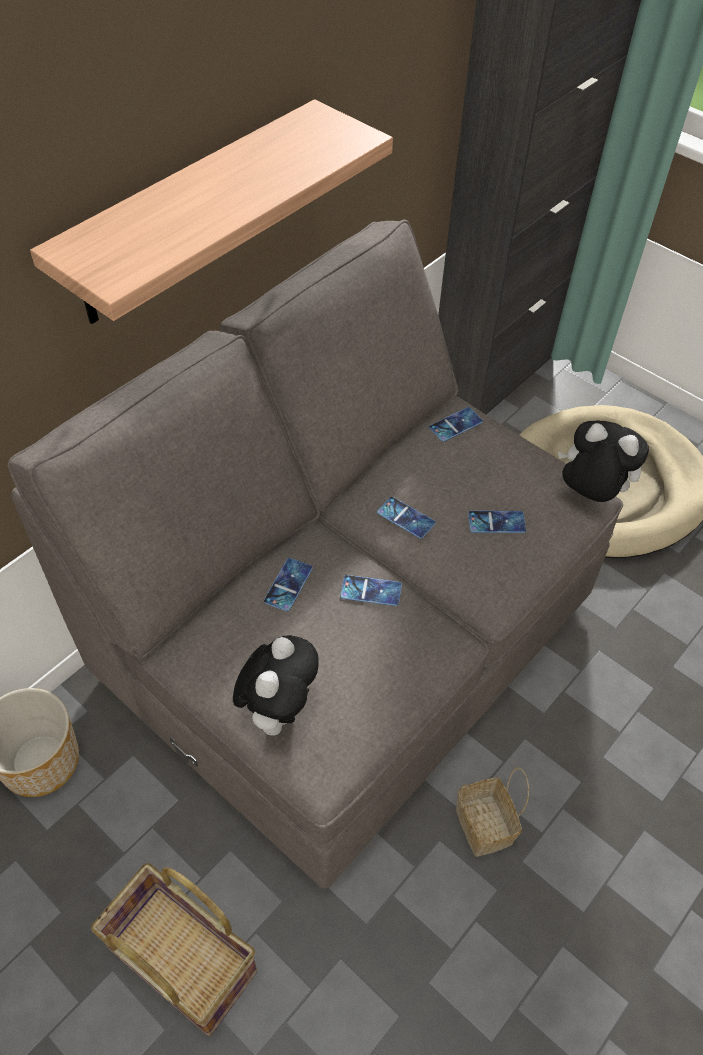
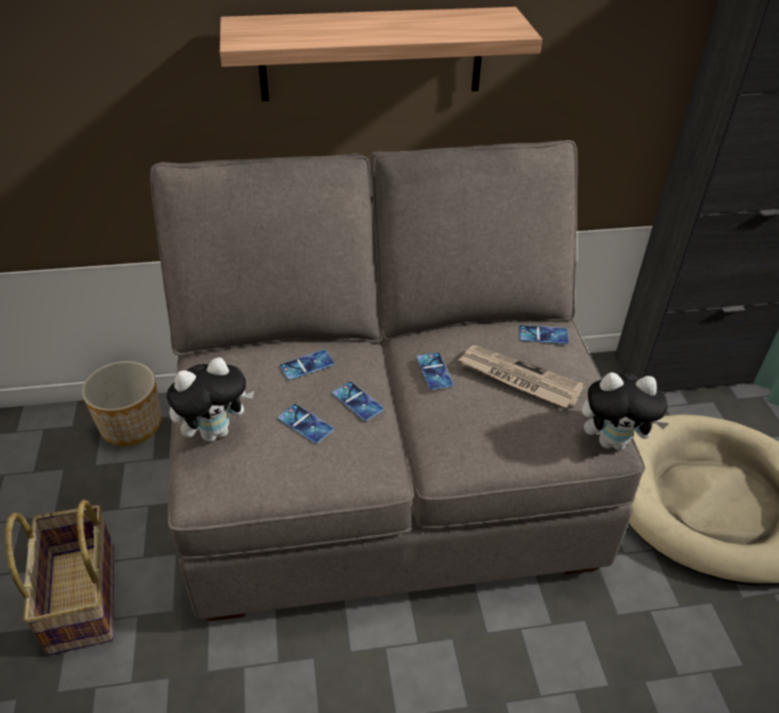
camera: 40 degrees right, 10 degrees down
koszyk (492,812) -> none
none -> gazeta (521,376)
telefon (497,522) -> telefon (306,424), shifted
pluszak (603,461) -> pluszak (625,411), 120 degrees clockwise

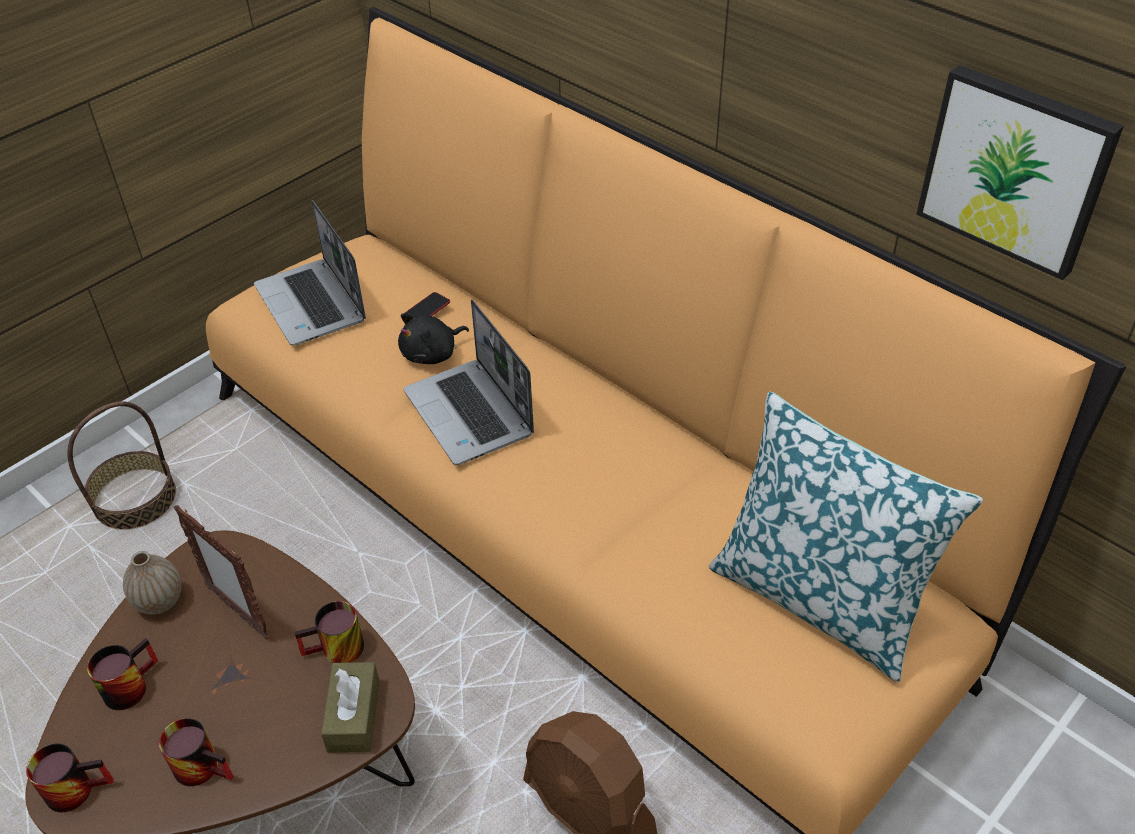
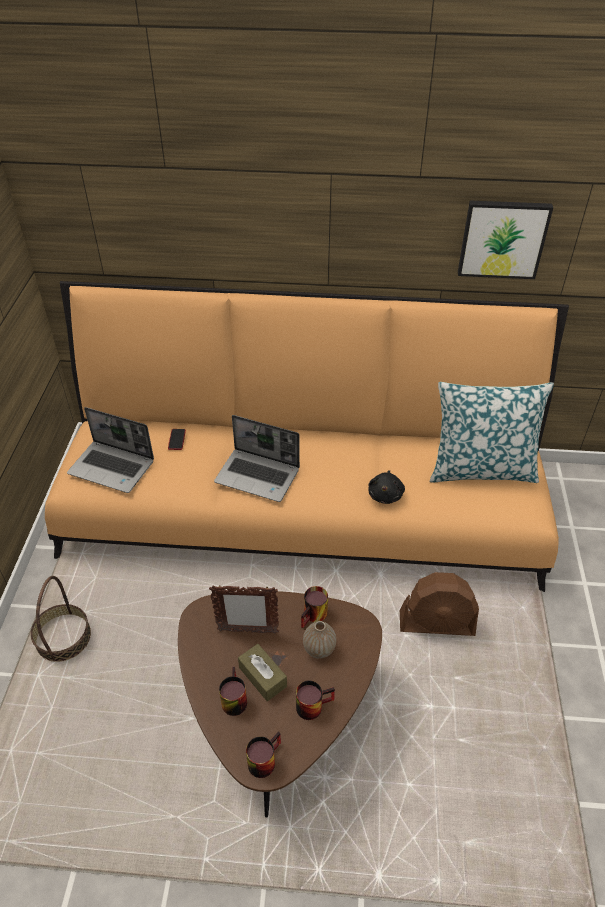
camera: 40 degrees left, 0 degrees up
wazon (152,583) -> wazon (319,640), shifted
pudełko chusteczek [brązowy] (350,707) -> pudełko chusteczek [brązowy] (262,672), shifted
pluszak [czarny] (433,338) -> pluszak [czarny] (386,487), shifted

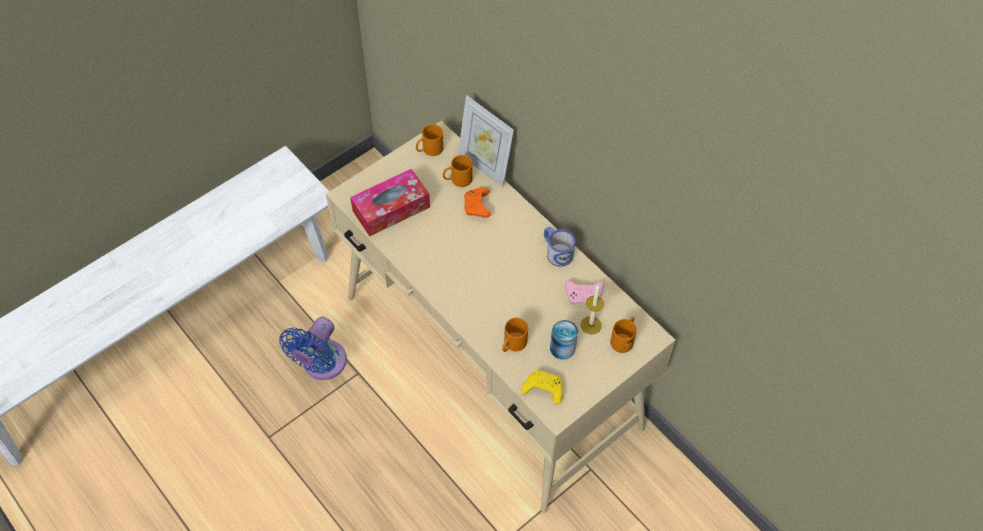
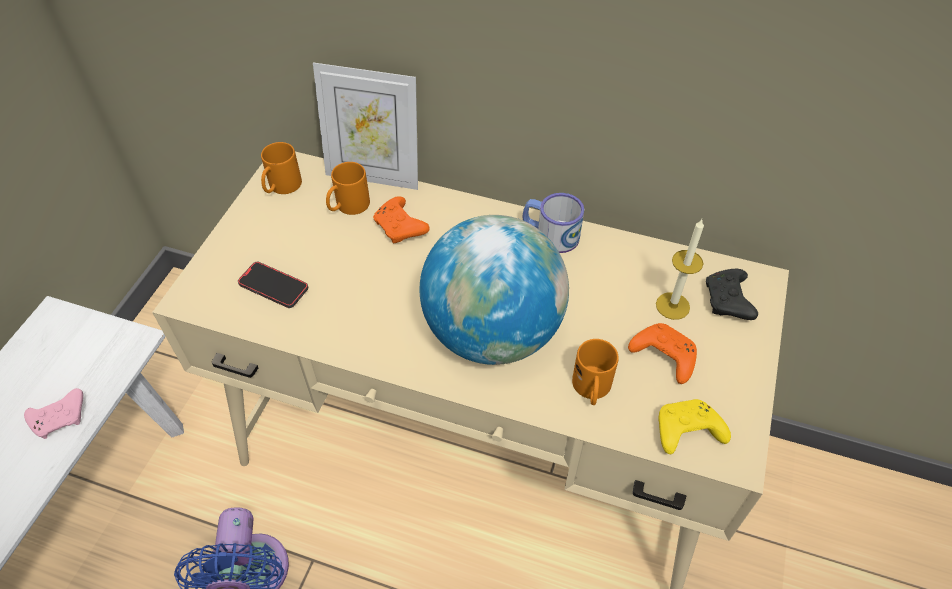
camera: 30 degrees left, 5 degrees down
none -> globus (494,290)
pad do gier [różowy] (584,292) -> pad do gier [różowy] (53,413), shifted
pudełko chusteczek (390,203) -> telefon (273,285)
puszka (564,339) -> pad do gier [pomarańczowy] (662,353)
kubek [pomarańczowy] (623,335) -> pad do gier [czarny] (732,294)

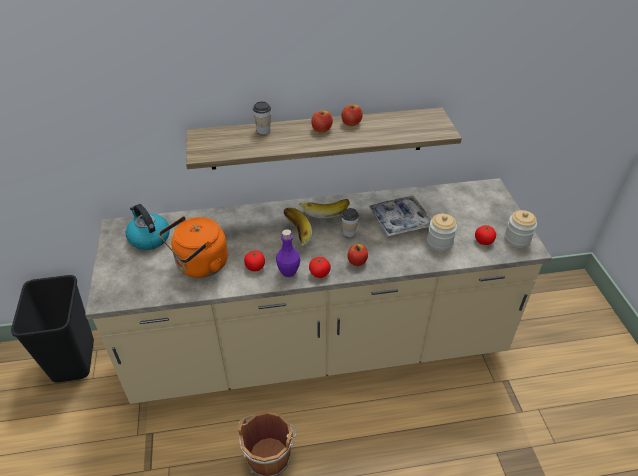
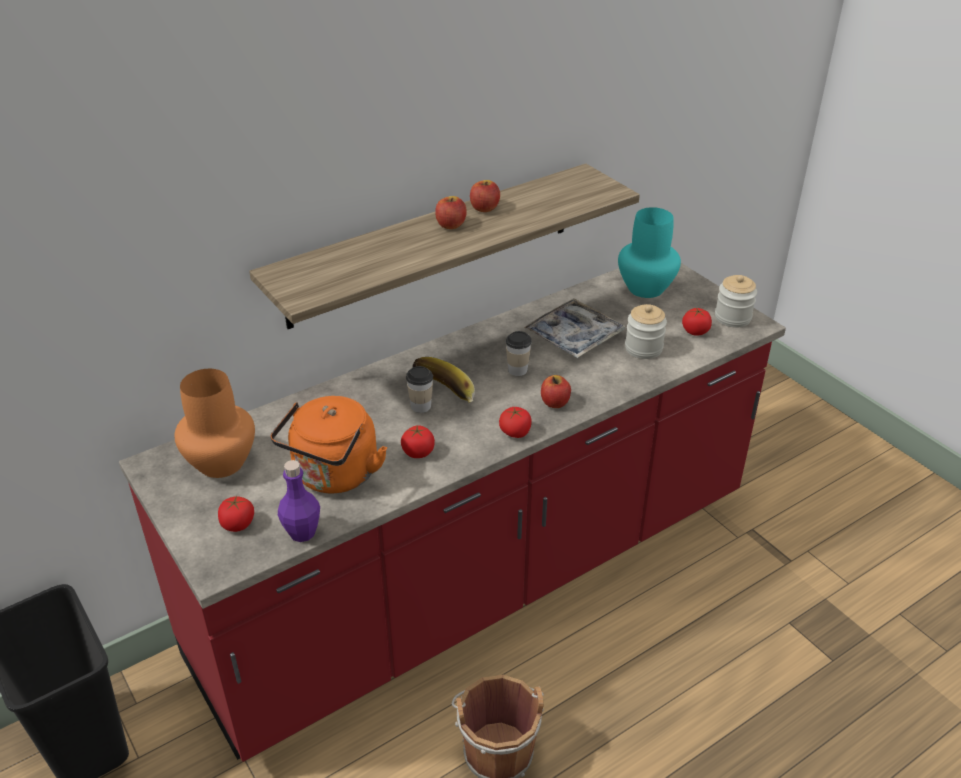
camera: 25 degrees left, 5 degrees down
banan (324,208) -> none
none -> pomidor (236,514)
none -> wazon [turkusowy] (649,252)
filiżanka (262,117) -> filiżanka (419,389), shifted
butelka [fioletowy] (288,253) -> butelka [fioletowy] (299,501), shifted
czajnik (148,227) -> wazon [pomarańczowy] (214,423)
zabudowa kuchenna [beżowy] (318,291) -> zabudowa kuchenna [czerwony] (452,512)

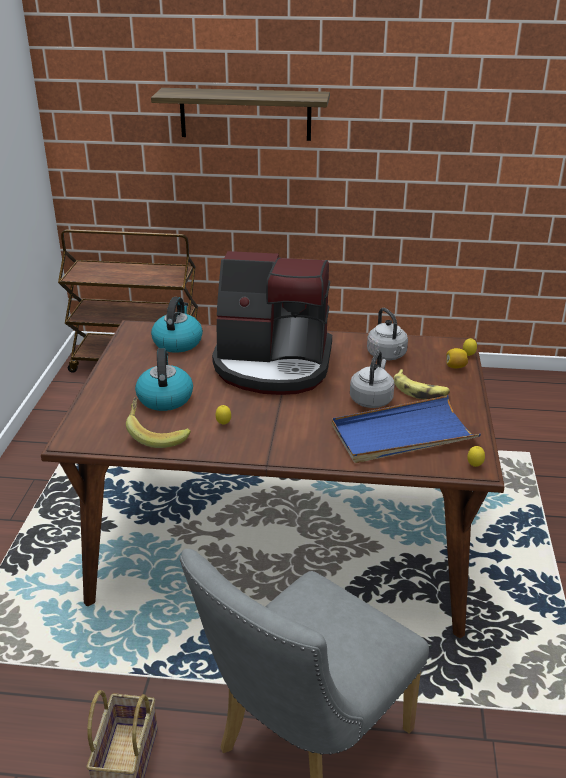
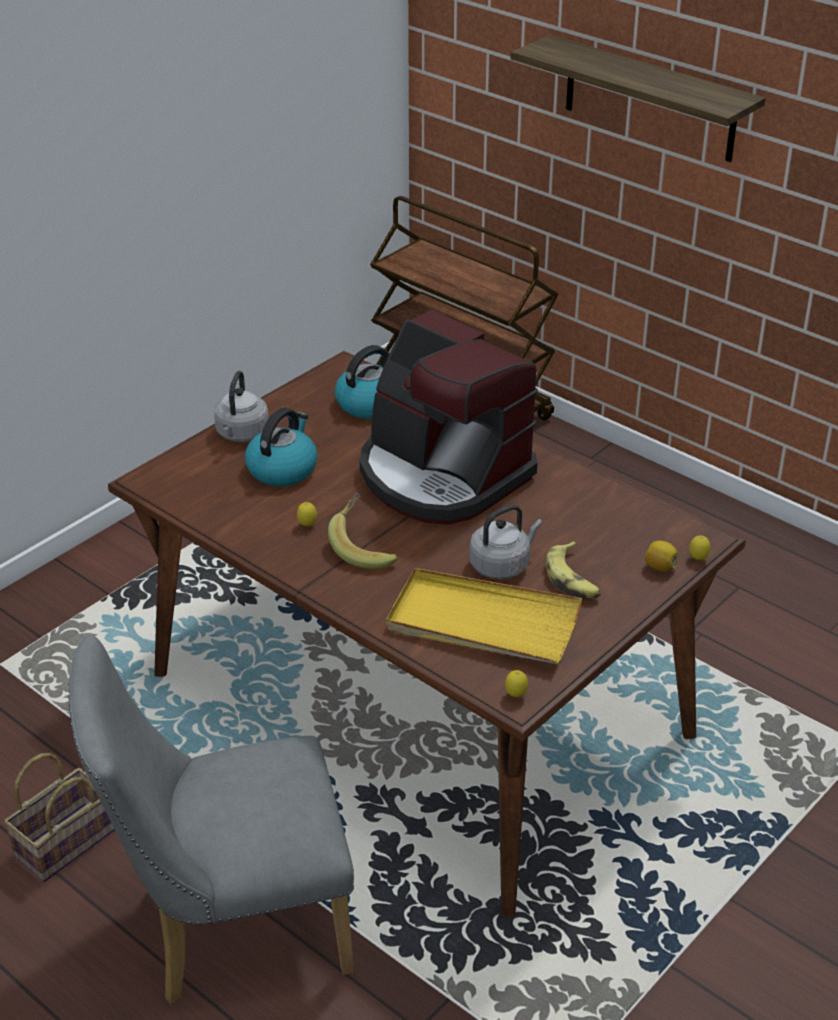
camera: 35 degrees right, 5 degrees up
banan (158,422) -> banan (363,531), shifted
czajnik [szary] (387,334) -> czajnik [szary] (241,406), shifted
taca [niebieski] (406,429) -> taca [żółty] (484,616)

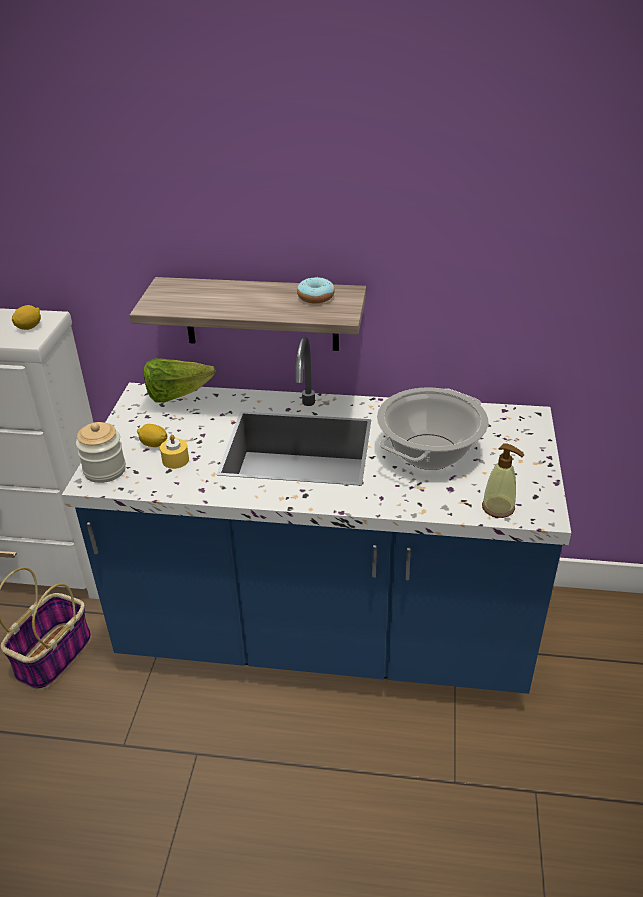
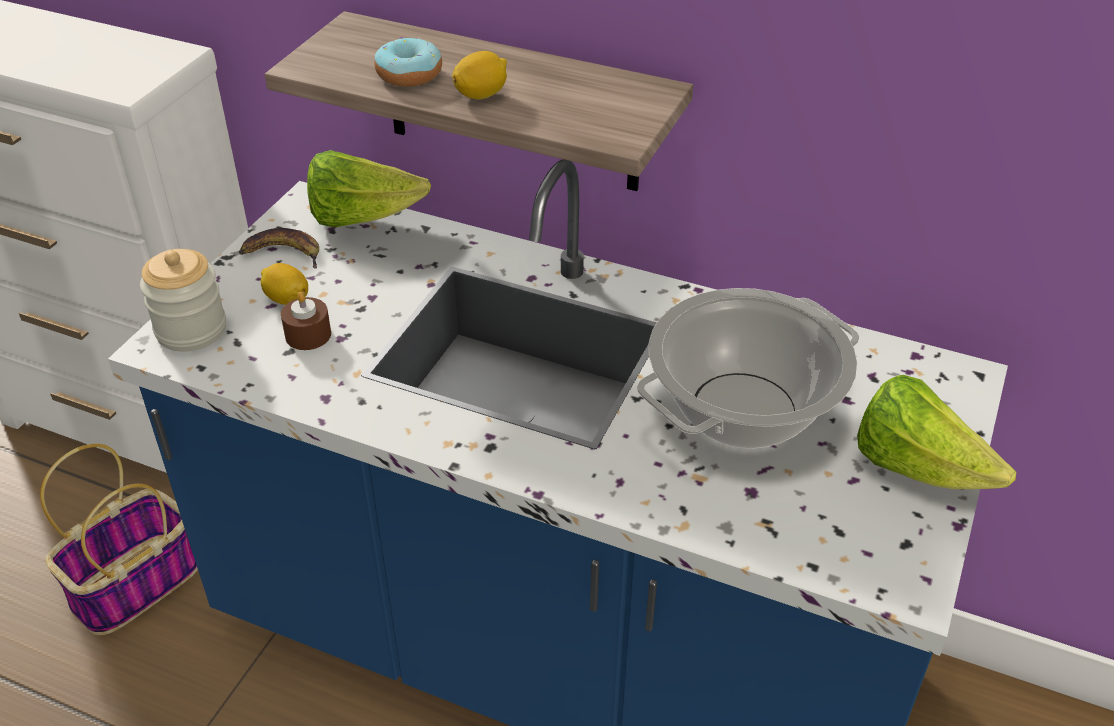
camera: 15 degrees right, 5 degrees up
dozownik mydła (503,480) -> none
none -> banan (279,248)
none -> sałata (936,432)
cytryna (26,317) -> cytryna (479,75), shifted
donut (316,290) -> donut (408,61), shifted
świeca [żółty] (174,451) -> świeca [brązowy] (306,321)

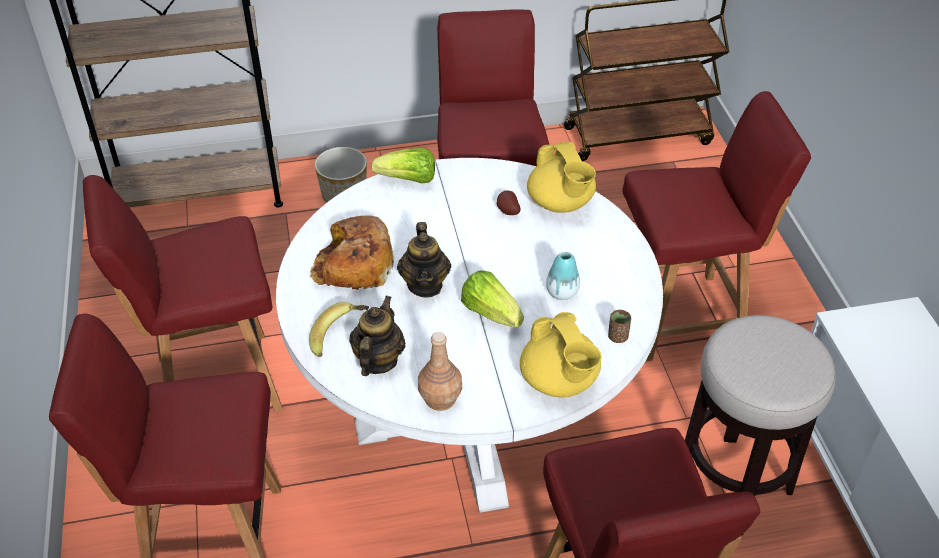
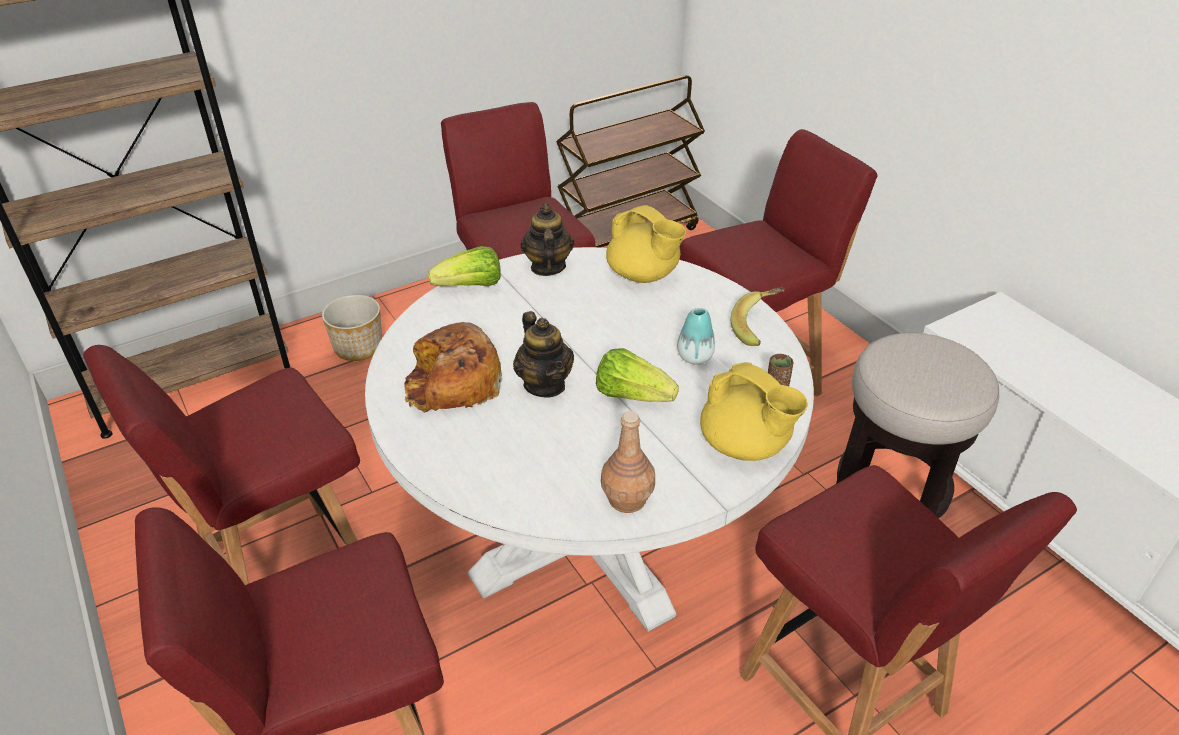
camera: 20 degrees left, 5 degrees down
ziemniak (509,202) -> none
banan (339,329) -> banan (758,316), shifted
imbryk (377,335) -> imbryk (547,239), shifted

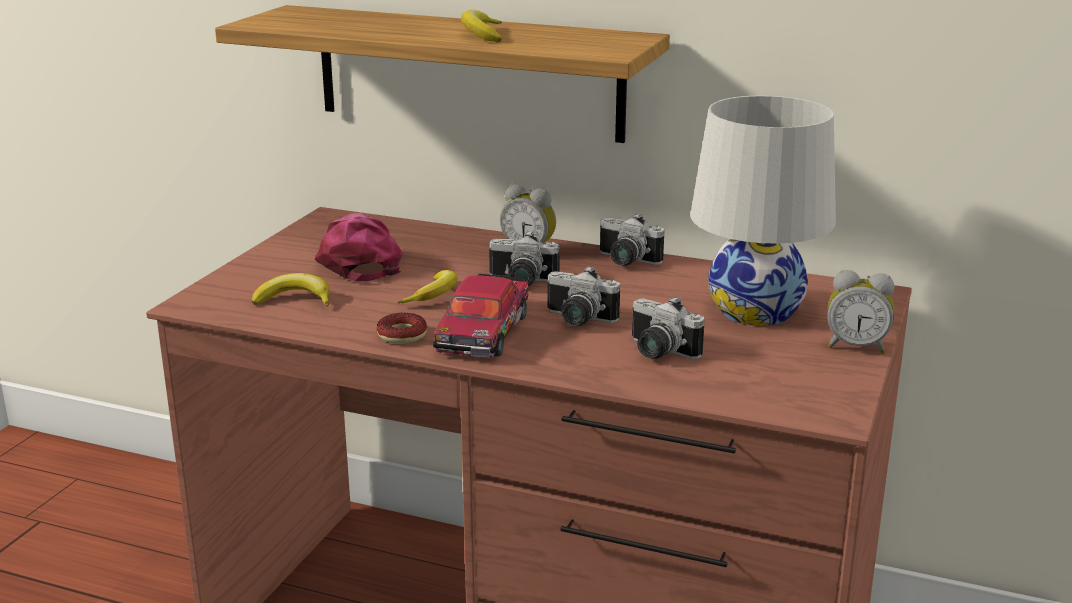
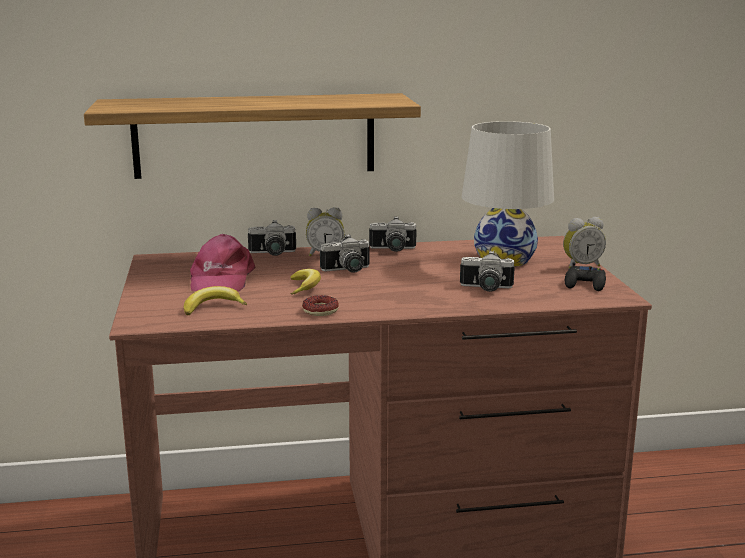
camera: 30 degrees left, 5 degrees down
samochodzik (480,315) -> none
banan (481,26) -> none
none -> pad do gier [czarny] (585,276)
aparat fotograficzny (583,296) -> aparat fotograficzny (272,237), shifted
czapka z daszkiem [różowy] (359,247) -> czapka z daszkiem [różowy] (223,262), 135 degrees counterclockwise

